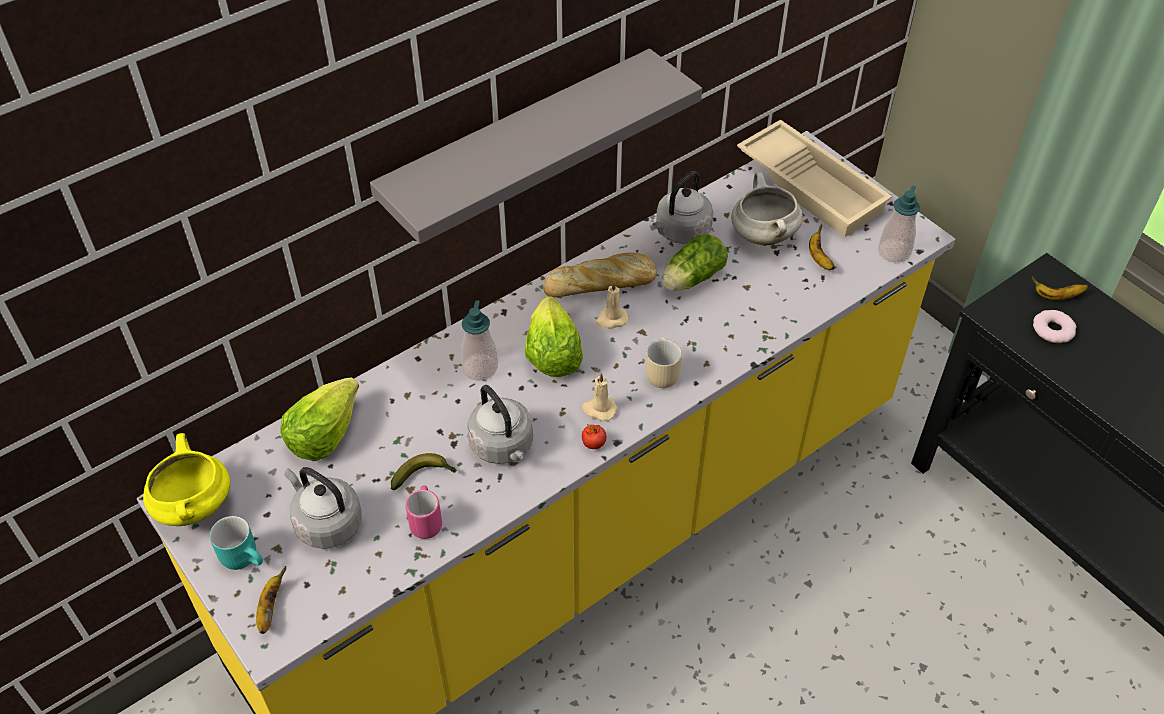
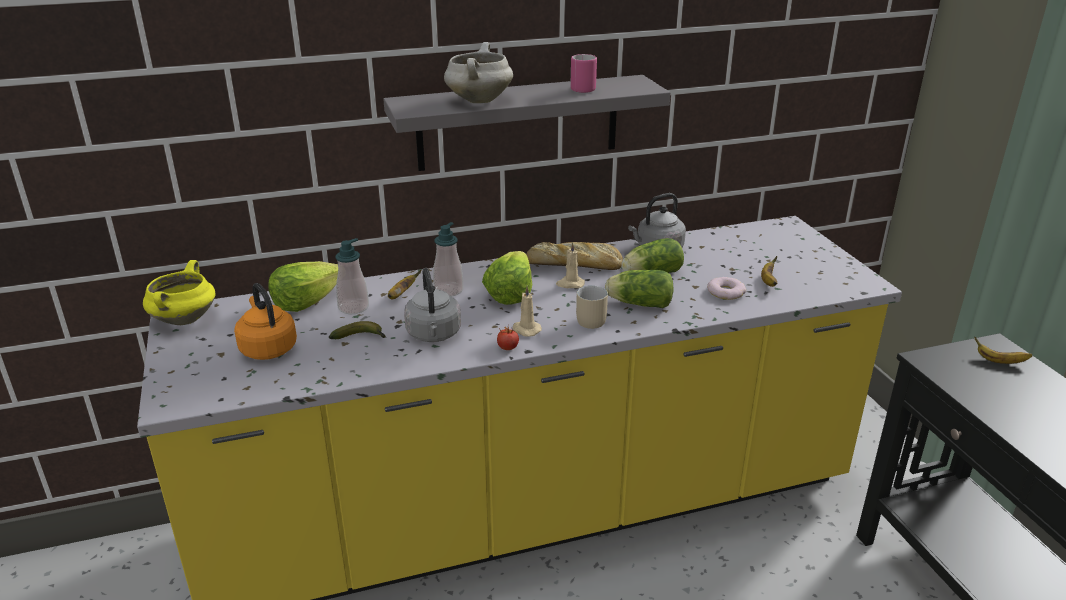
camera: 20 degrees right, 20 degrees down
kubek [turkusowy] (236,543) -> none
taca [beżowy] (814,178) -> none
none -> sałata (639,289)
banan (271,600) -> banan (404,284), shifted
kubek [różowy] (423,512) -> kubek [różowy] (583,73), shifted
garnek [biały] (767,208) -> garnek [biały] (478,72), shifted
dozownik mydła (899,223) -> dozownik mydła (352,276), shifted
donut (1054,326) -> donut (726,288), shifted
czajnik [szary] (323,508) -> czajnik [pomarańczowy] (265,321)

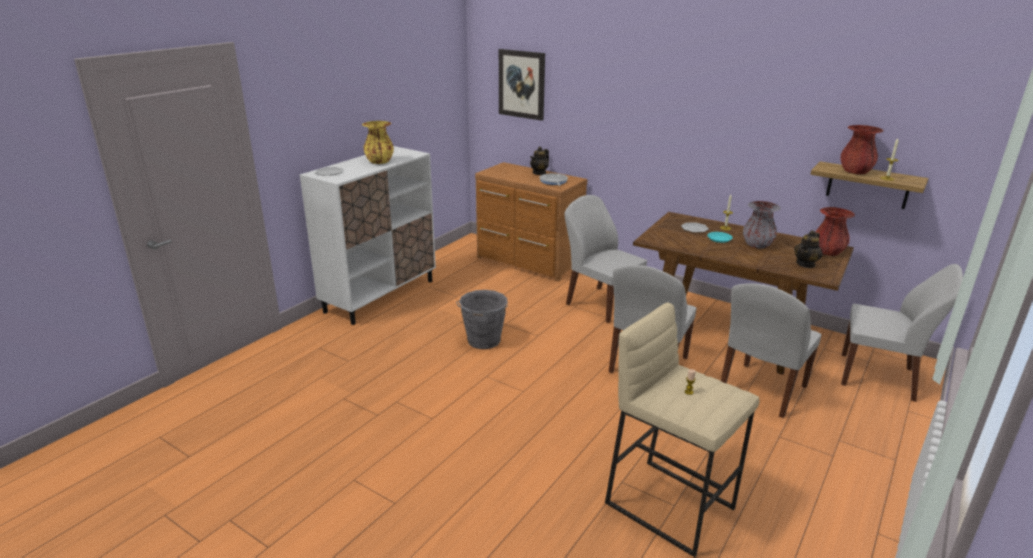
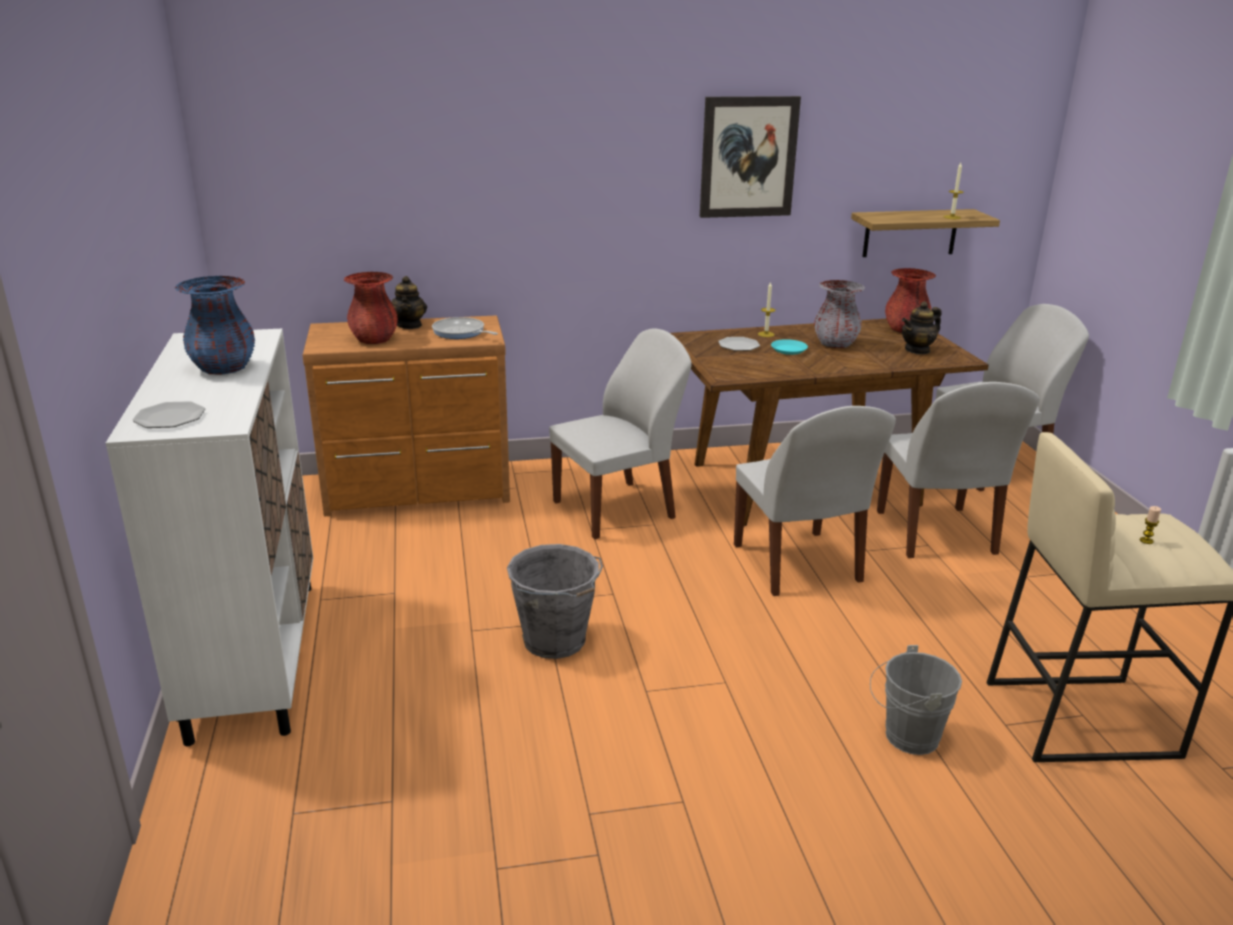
camera: 45 degrees left, 0 degrees up
none -> wiadro [szary] (916,700)
obraz (522,85) -> obraz (750,157), shifted
wazon [czerwony] (862,149) -> wazon [czerwony] (371,308), shifted
wazon [żółty] (378,142) -> wazon [niebieski] (215,325)
krzesło [biały] (605,259) -> krzesło [biały] (620,433), 150 degrees clockwise
imbryk (808,249) -> imbryk (922,328), 60 degrees clockwise

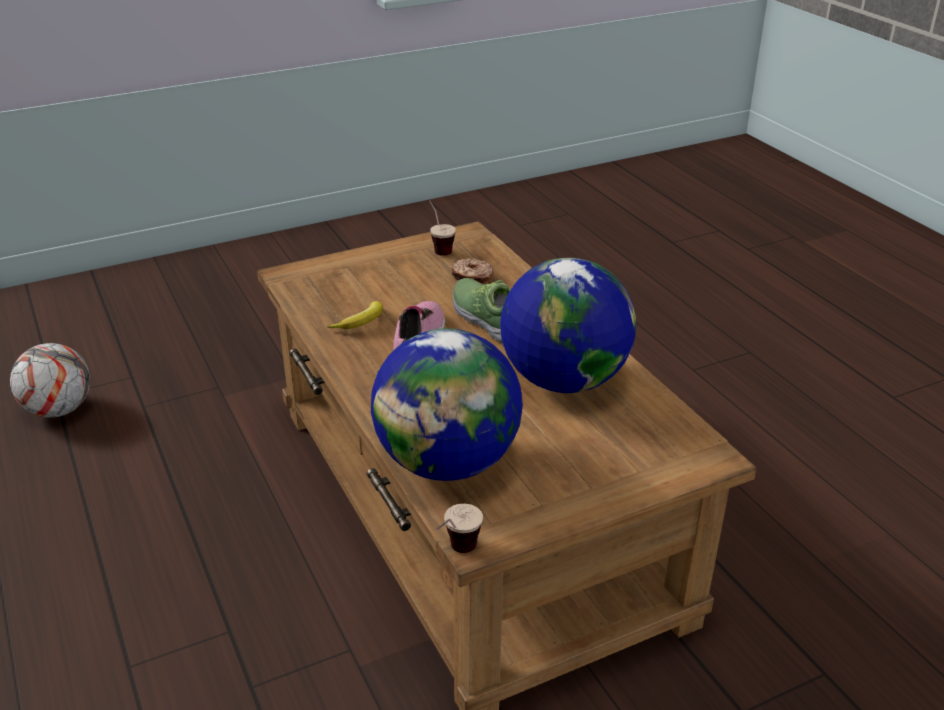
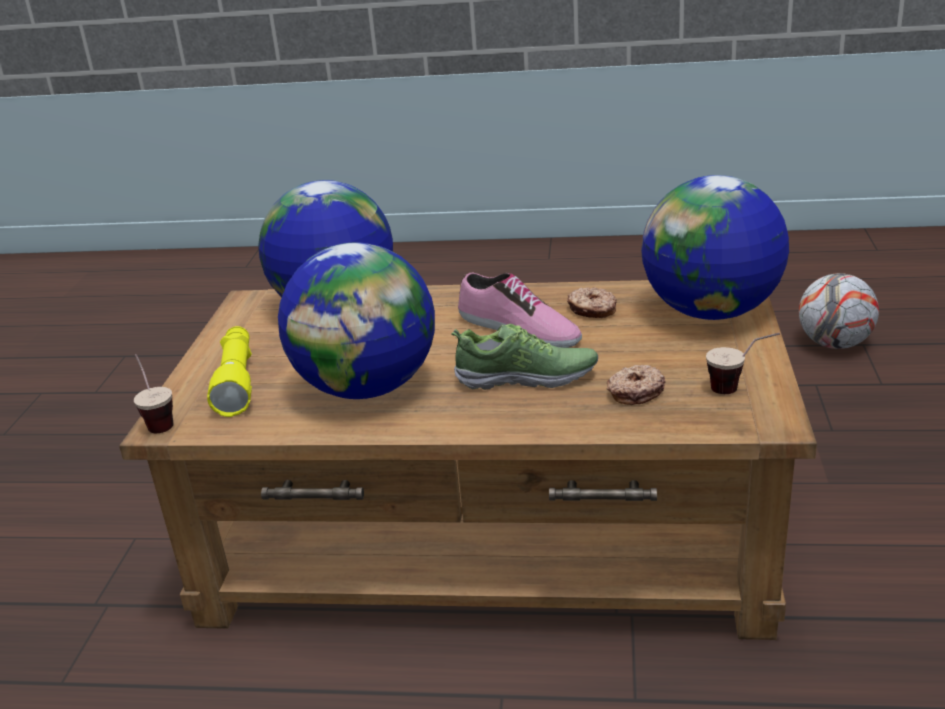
camera: 125 degrees right, 5 degrees down
none -> latarka [żółty] (229,371)
none -> globus (715,247)
filiżanka (459,528) -> filiżanka (153,393), shifted
banan (355,315) -> donut (592,302)

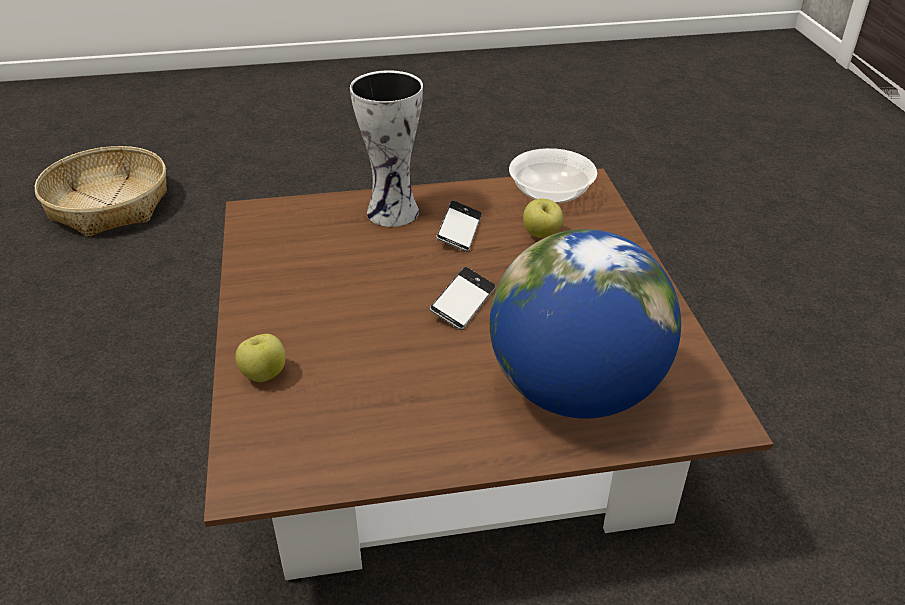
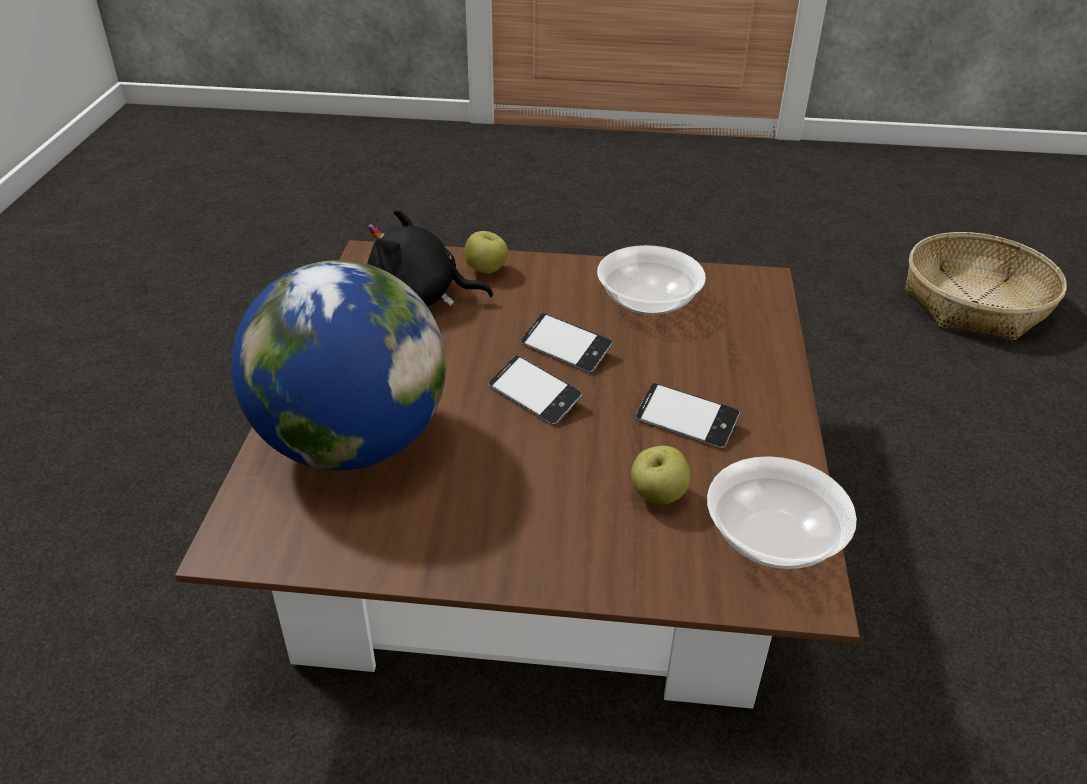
camera: 105 degrees right, 0 degrees up
wazon (386,148) -> none
none -> pluszak [czarny] (430,257)
none -> telefon (567,343)
none -> miska (651,280)

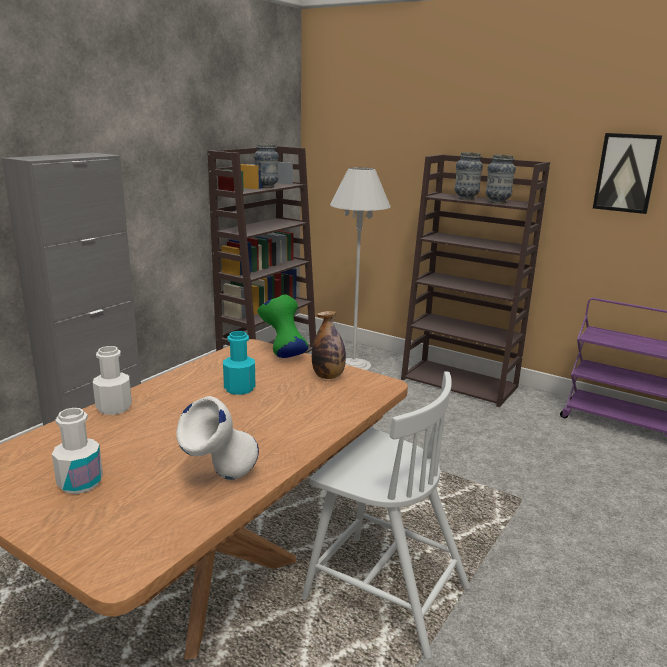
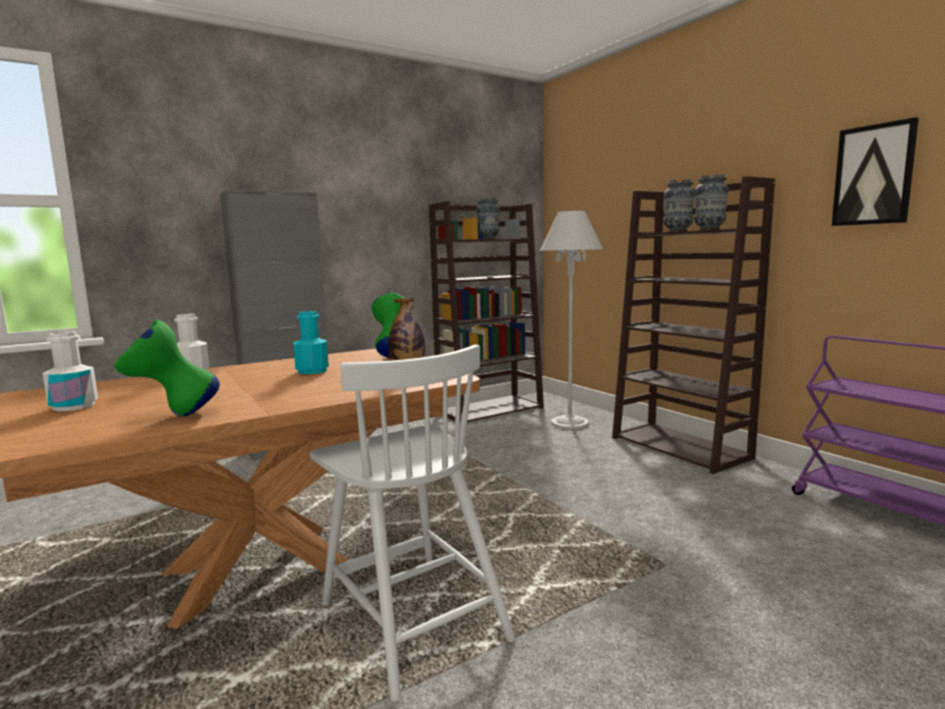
camera: 25 degrees right, 10 degrees down
wazon [biały] (217,438) -> wazon [zielony] (167,368)

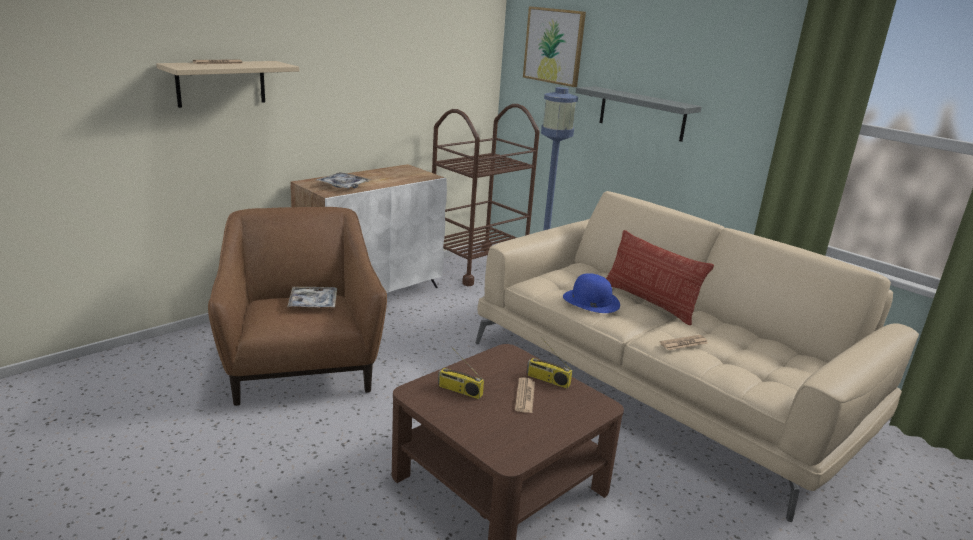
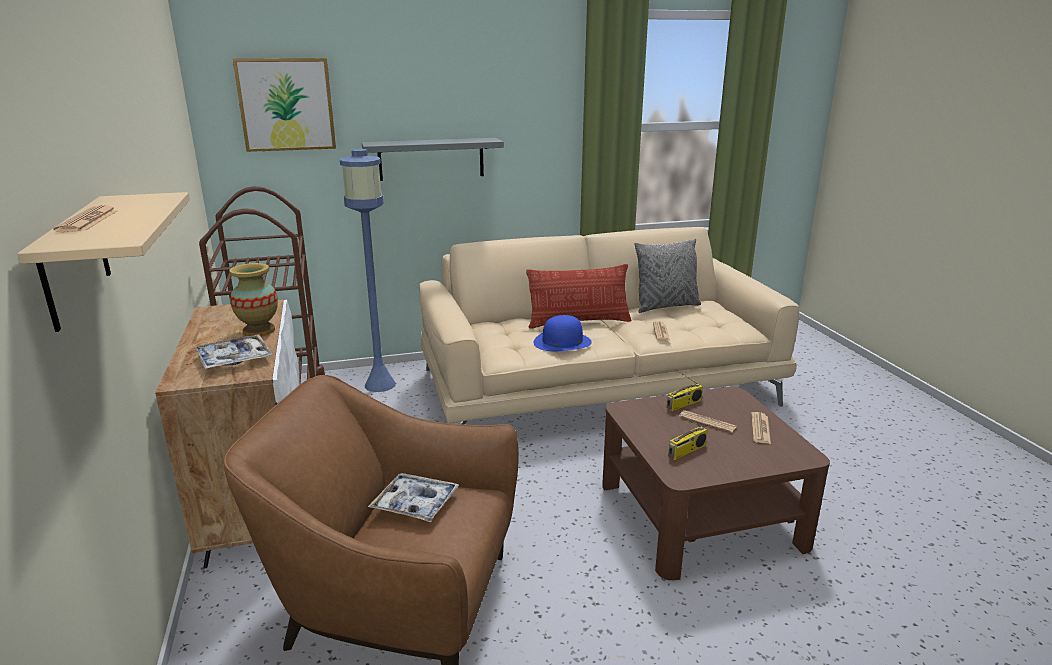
camera: 60 degrees left, 0 degrees up
none -> wazon (253,300)
none -> poduszka [szary] (667,276)
none -> gazeta (761,428)

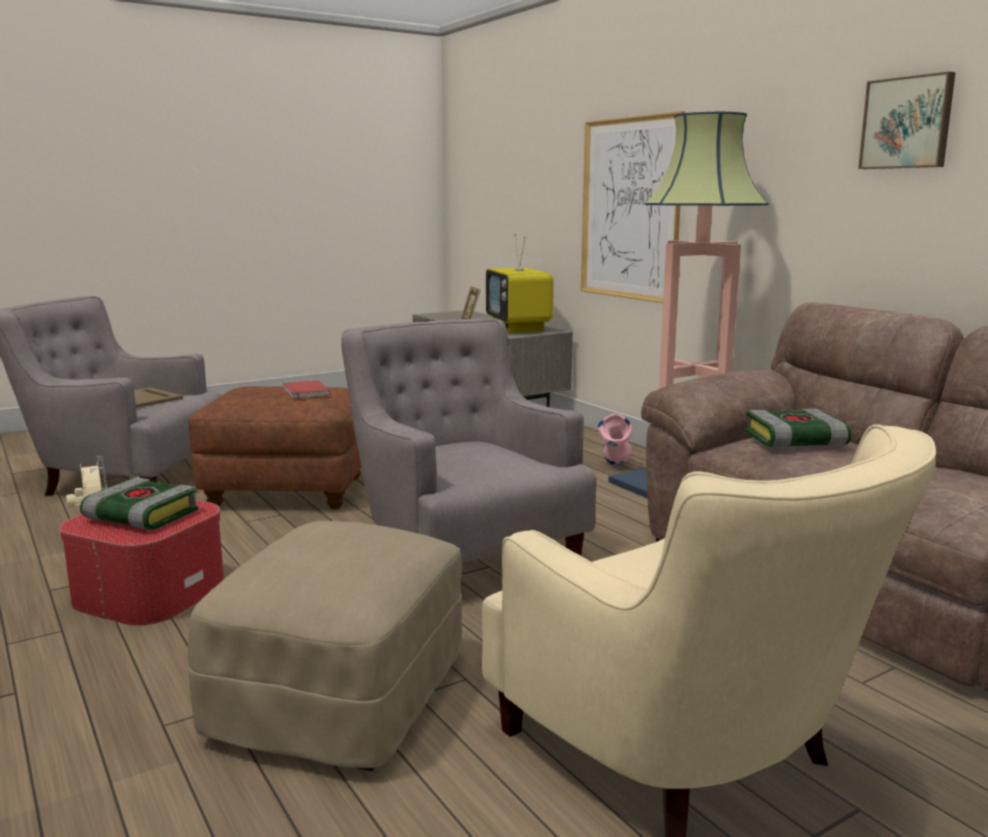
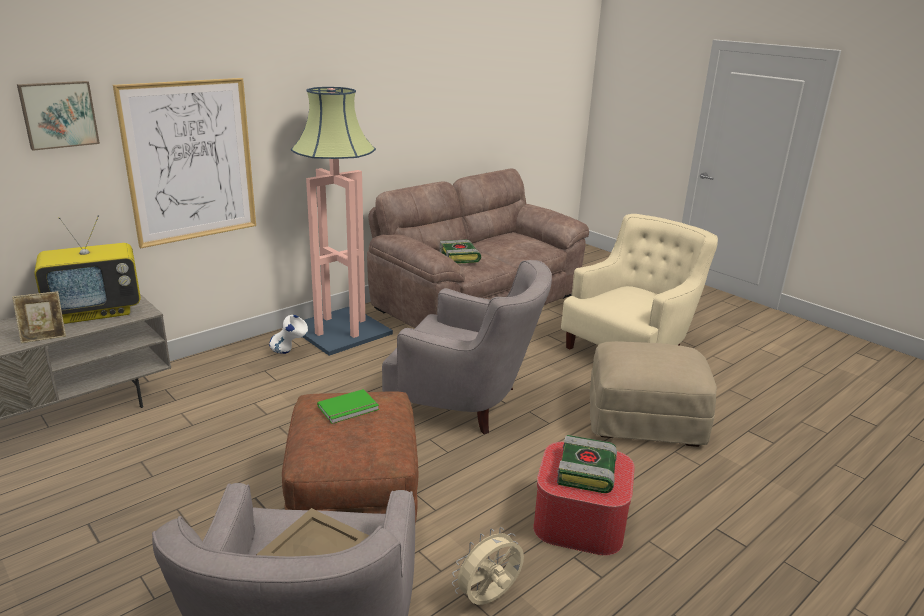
camera: 100 degrees left, 10 degrees up
obraz (907,120) -> obraz (58,116), shifted
książka [czerwony] (307,389) -> książka [zielony] (348,406)
wazon [różowy] (615,439) -> wazon [biały] (288,334)
fotel [szary] (469,440) -> fotel [szary] (467,347), 120 degrees counterclockwise

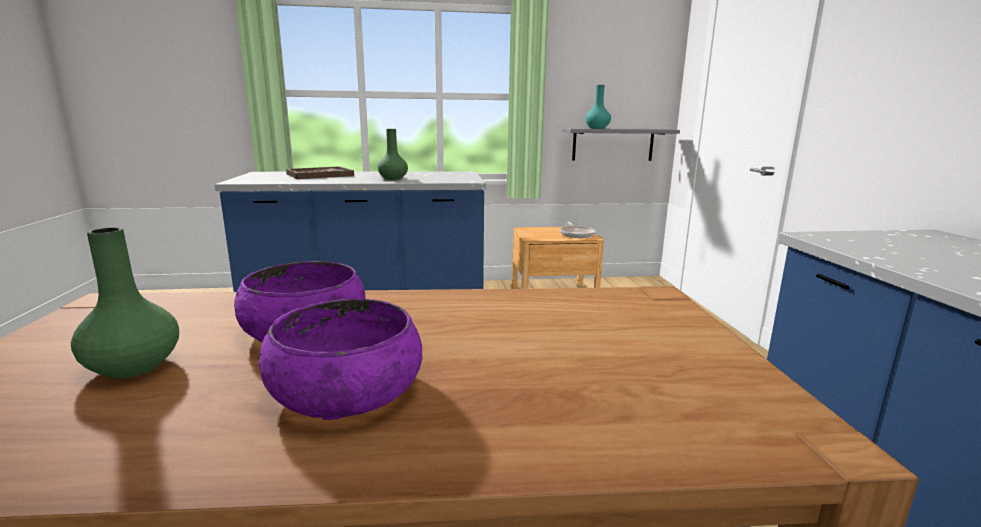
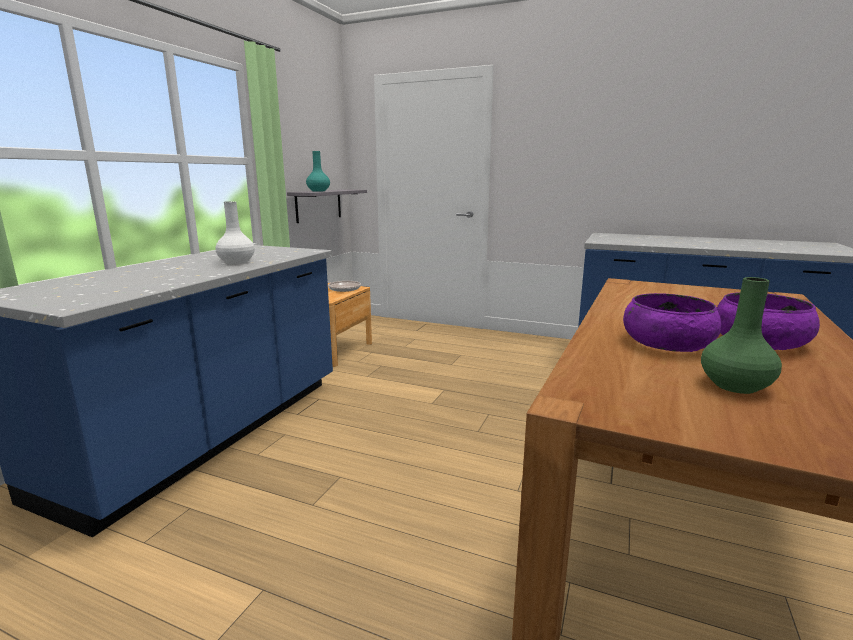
camera: 60 degrees left, 0 degrees up
taca [brązowy] (320,172) -> none
wazon [zielony] (393,154) -> wazon [biały] (235,232)

